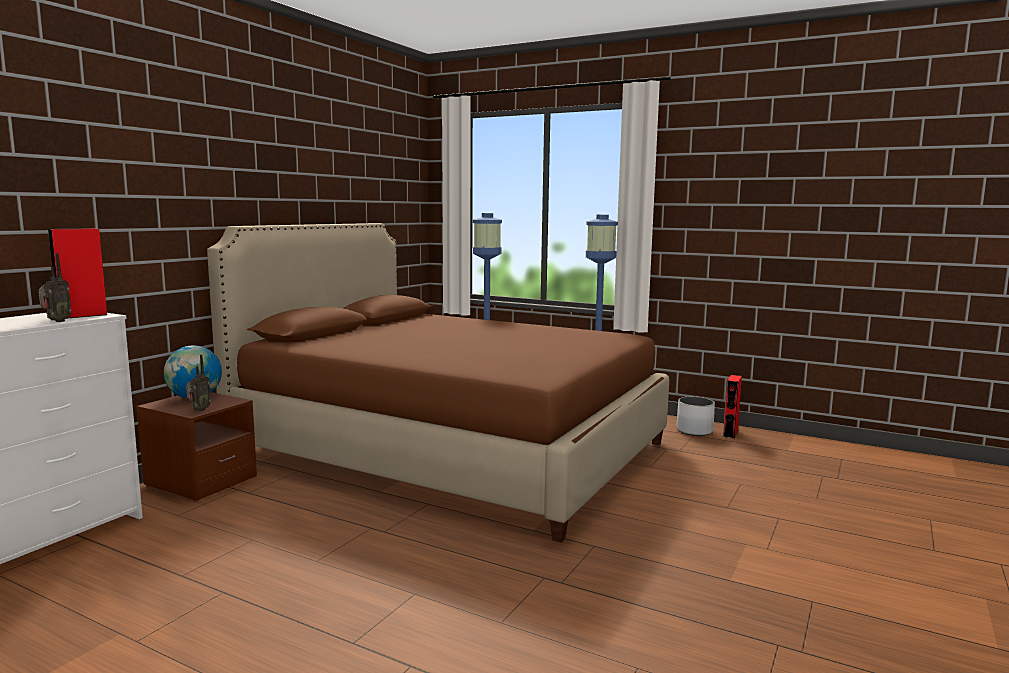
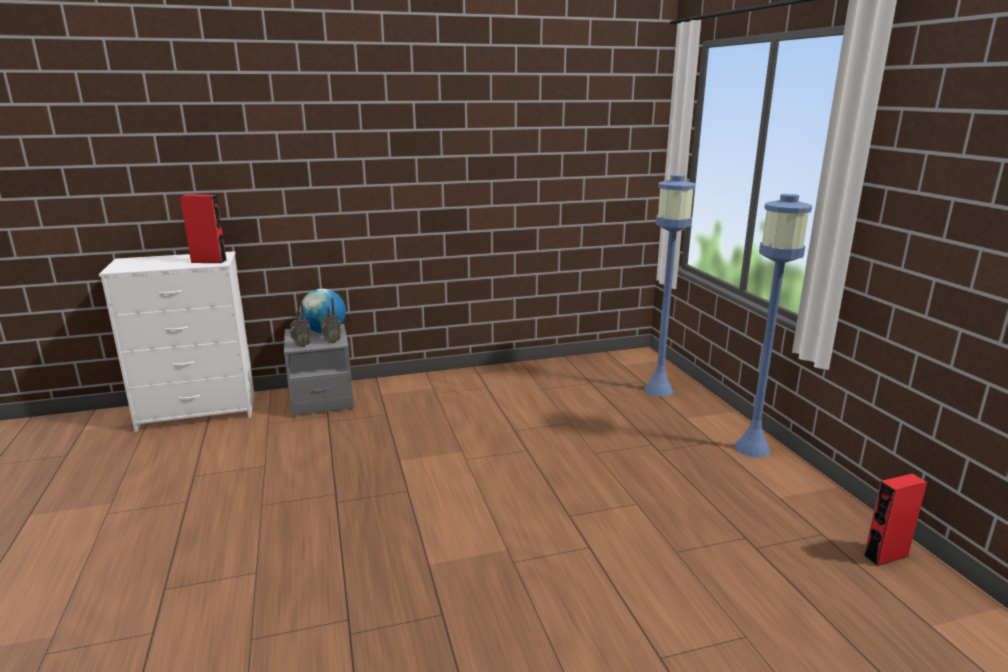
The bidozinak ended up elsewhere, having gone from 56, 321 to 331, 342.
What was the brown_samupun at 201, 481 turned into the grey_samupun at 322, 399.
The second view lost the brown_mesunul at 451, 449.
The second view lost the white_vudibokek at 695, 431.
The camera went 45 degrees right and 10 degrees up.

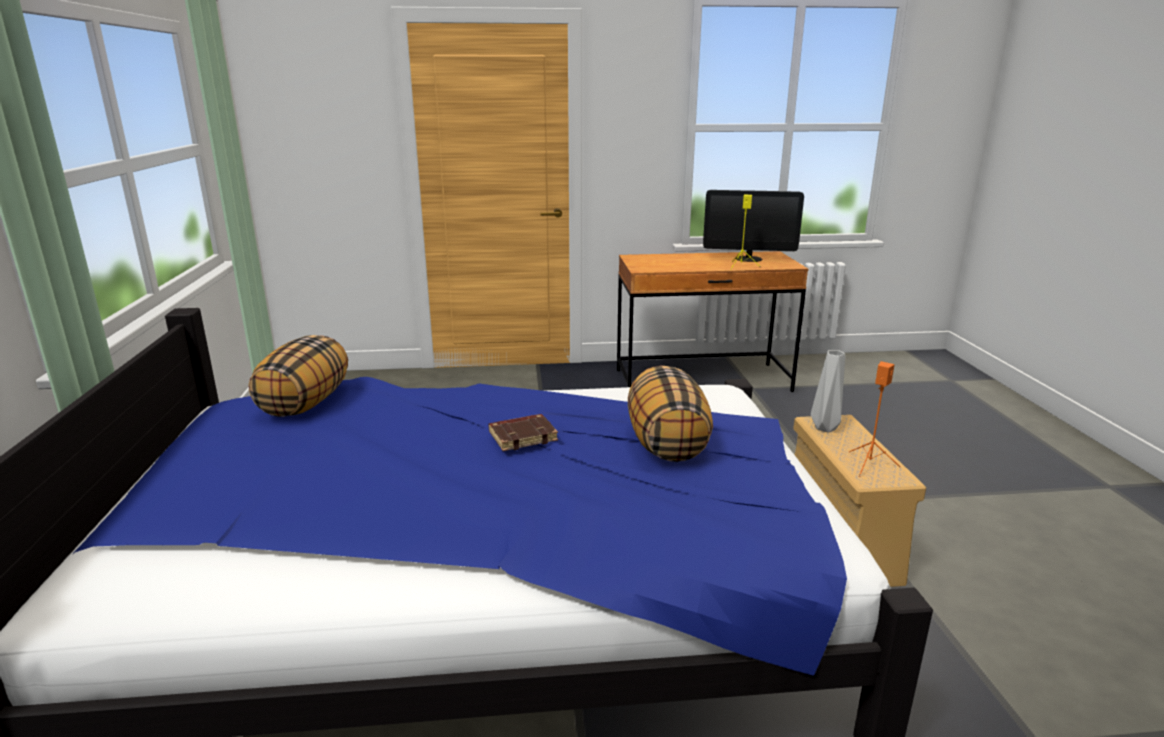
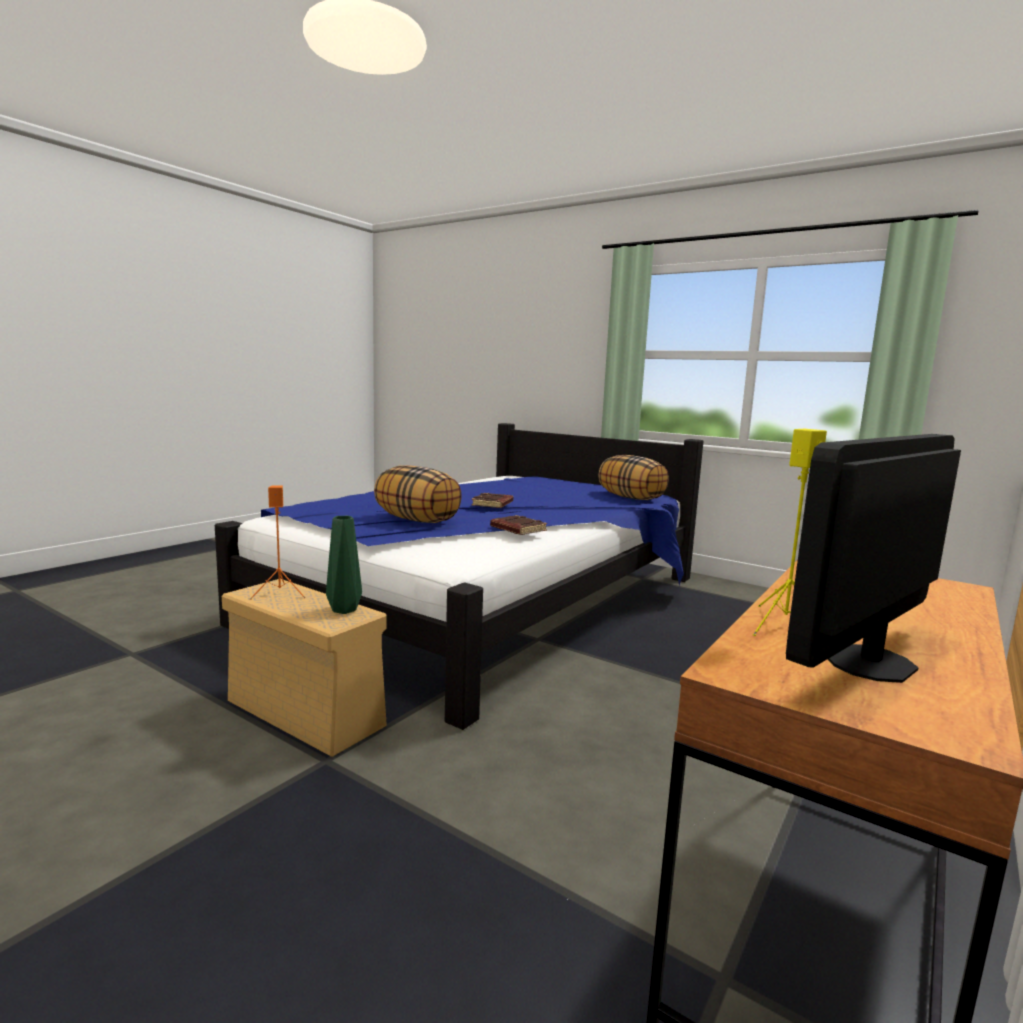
What was the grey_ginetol at 824, 427 turned into the green_ginetol at 345, 610.
The second view gained the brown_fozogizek at 517, 529.
The camera went 130 degrees right and 10 degrees down.

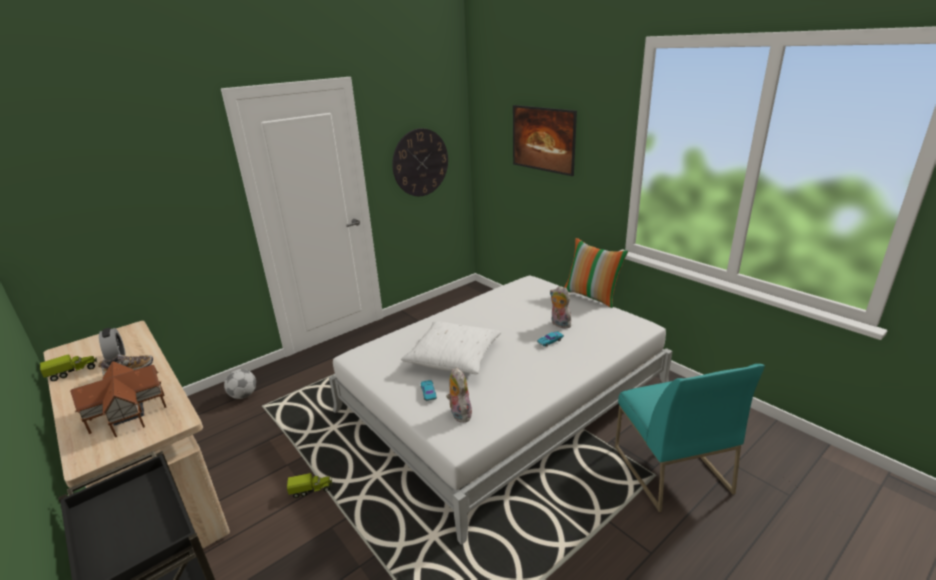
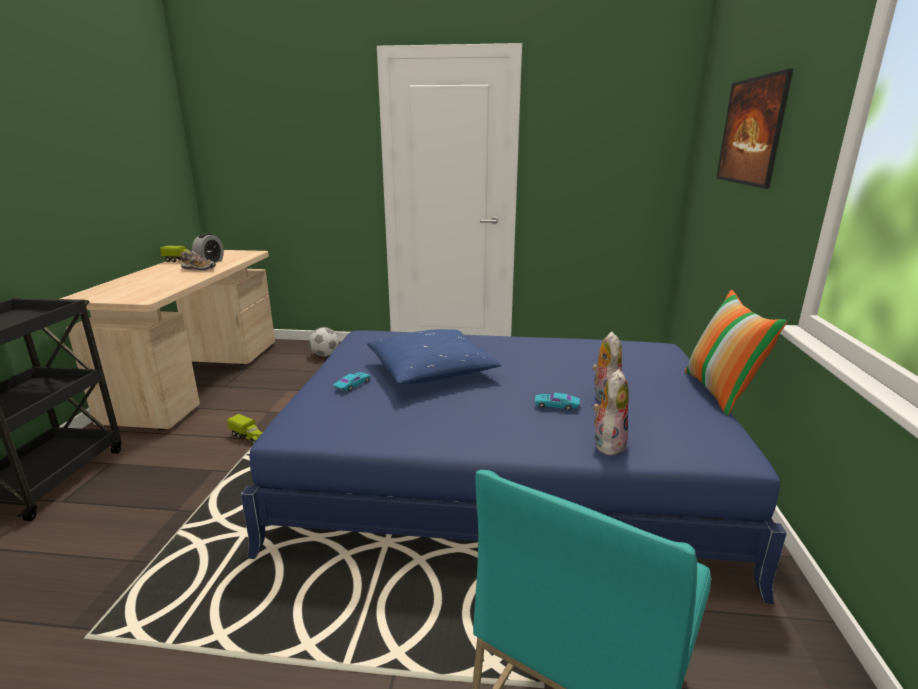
The second view lost the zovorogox at 129, 413.
What was the white_mesunul at 503, 398 turned into the blue_mesunul at 503, 469.
The second view lost the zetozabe at 420, 162.
What was the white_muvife at 454, 357 turned into the blue_muvife at 431, 371.
The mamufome ended up elsewhere, having gone from 459, 413 to 608, 443.
The camera went 45 degrees right and 5 degrees down.

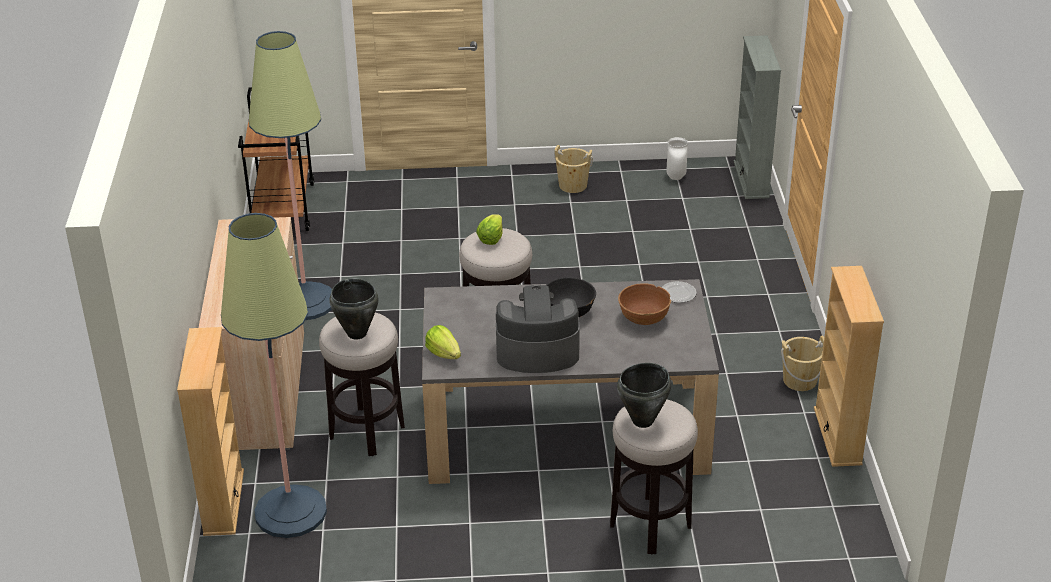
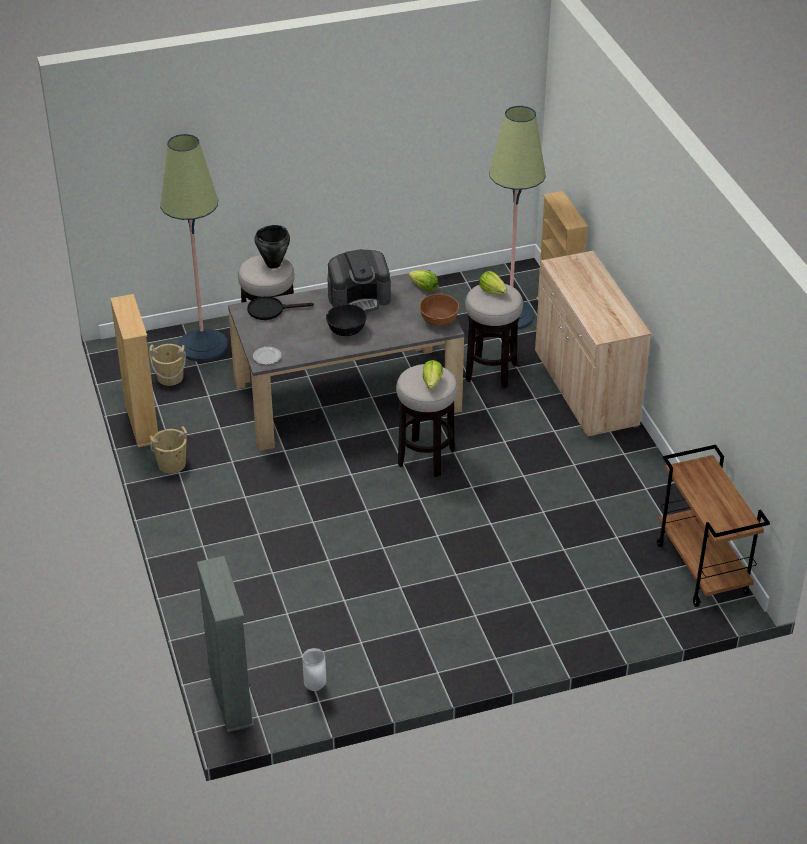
The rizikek ended up elsewhere, having gone from 305, 302 to 203, 346.
Where the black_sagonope stood at 356, 334, the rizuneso came to stand at 492, 291.
The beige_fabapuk ended up elsewhere, having gone from 573, 185 to 170, 377.
The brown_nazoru ended up elsewhere, having gone from 643, 318 to 439, 320.
The second view gained the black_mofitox at 271, 310.
The camera went 165 degrees right and 5 degrees up.

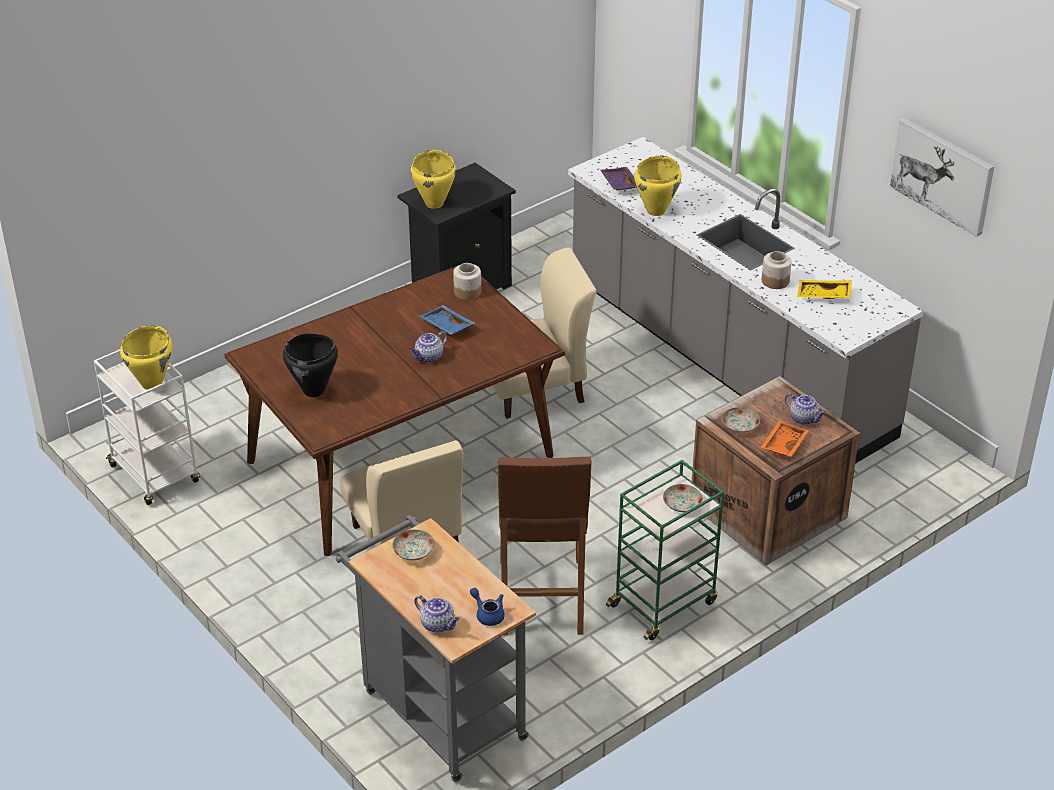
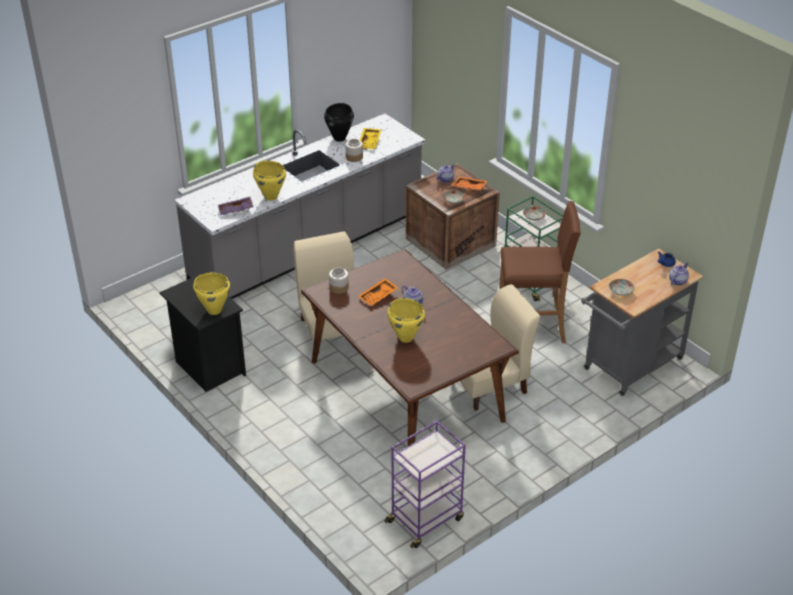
What was the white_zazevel at 155, 475 turned into the purple_zazevel at 426, 519.
The yellow_sagonope ended up elsewhere, having gone from 152, 383 to 405, 337.
The black_sagonope ended up elsewhere, having gone from 314, 391 to 340, 138.
What was the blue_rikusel at 446, 326 turned into the orange_rikusel at 378, 296.
The second view lost the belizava at 943, 175.
The camera went 90 degrees left and 0 degrees up.

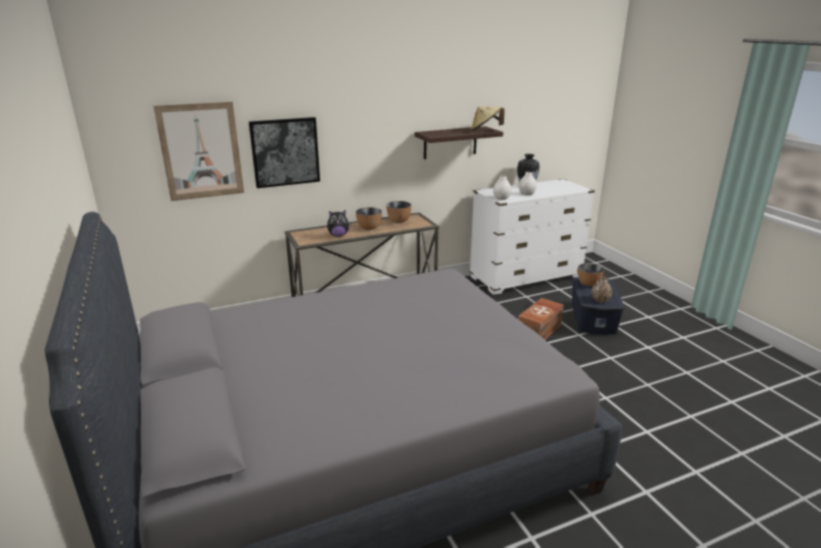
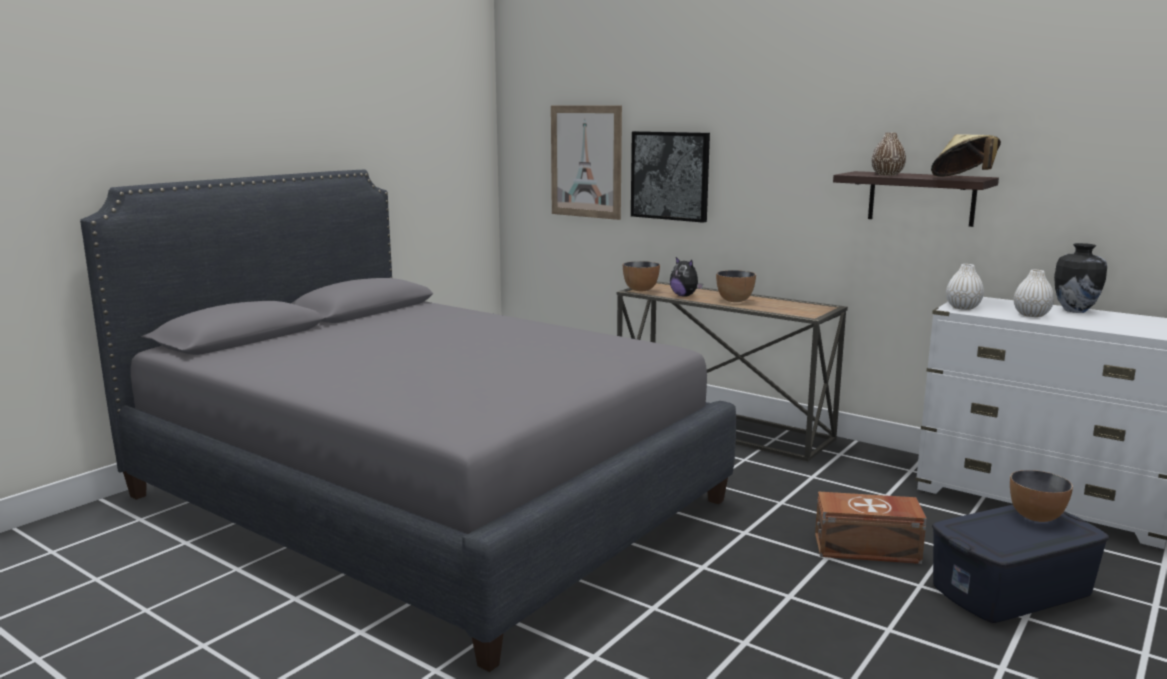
The nazoru ended up elsewhere, having gone from 399, 221 to 641, 290.
The brown_ginetol ended up elsewhere, having gone from 600, 300 to 887, 174.
The camera went 60 degrees right and 10 degrees down.

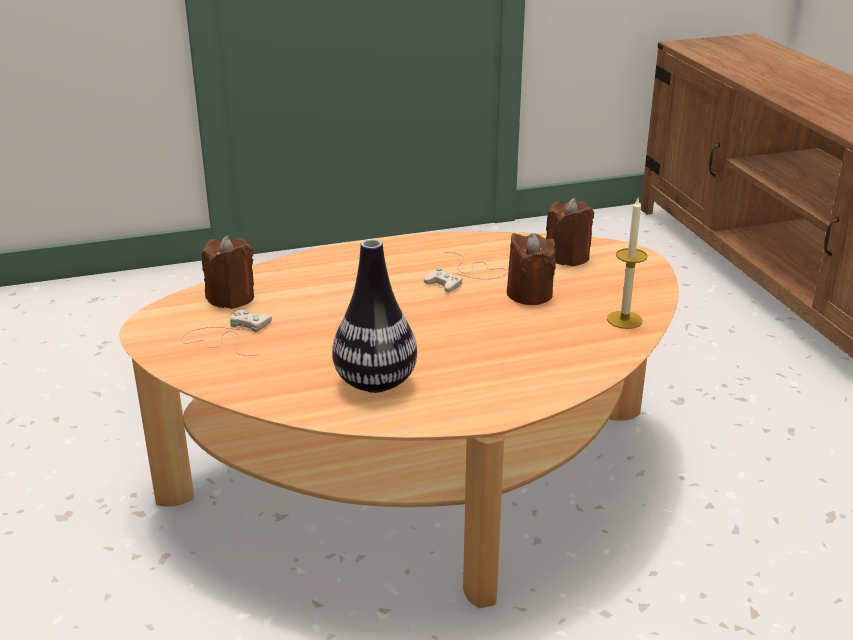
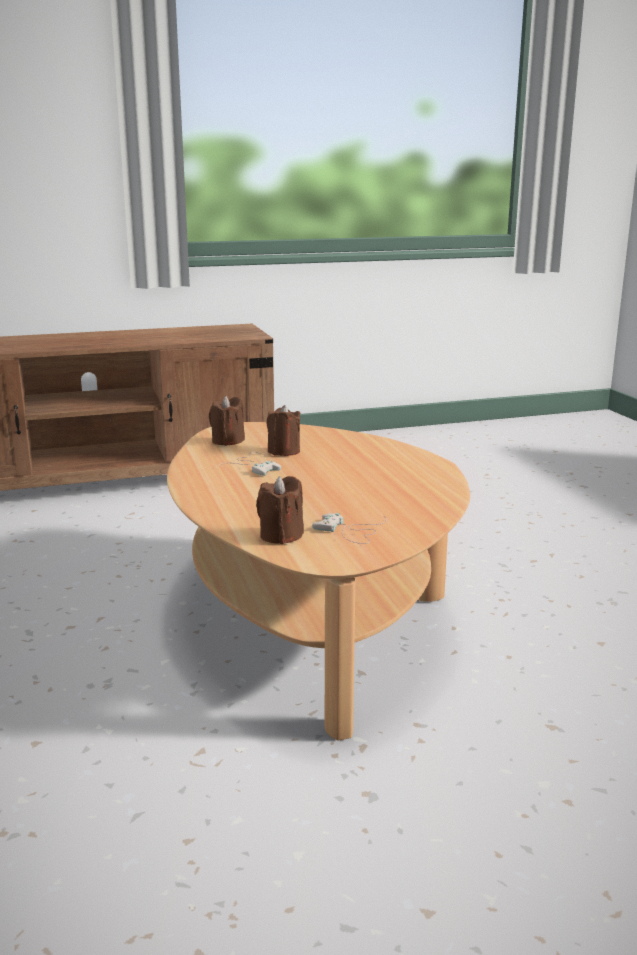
The second view lost the ginetol at 375, 383.
The second view lost the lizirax at 624, 320.
The camera went 90 degrees left and 10 degrees down.

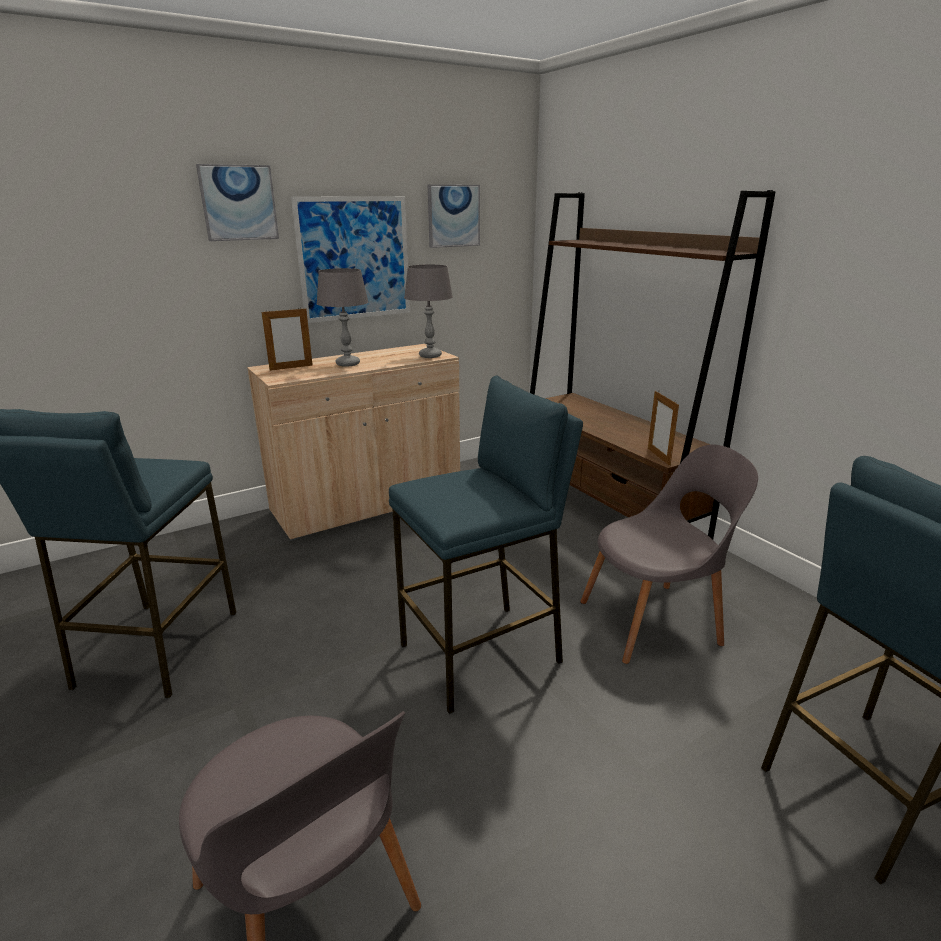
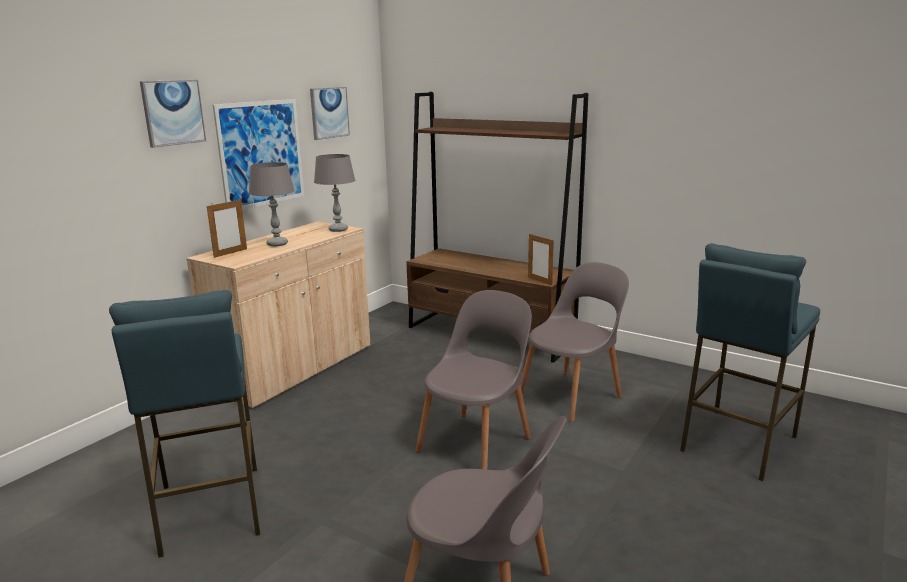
Where the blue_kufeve stood at 482, 654, the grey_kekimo came to stand at 477, 442.
The camera went 25 degrees left and 5 degrees down.

